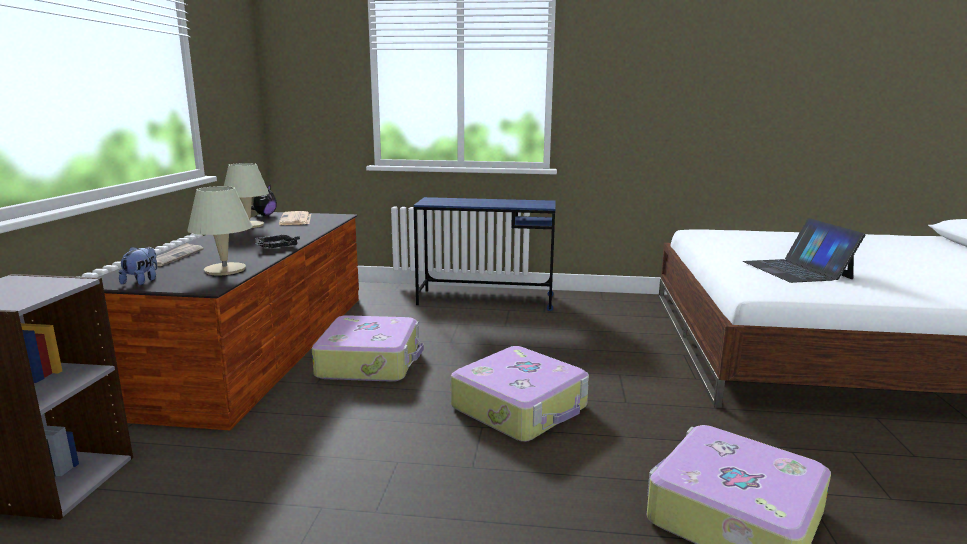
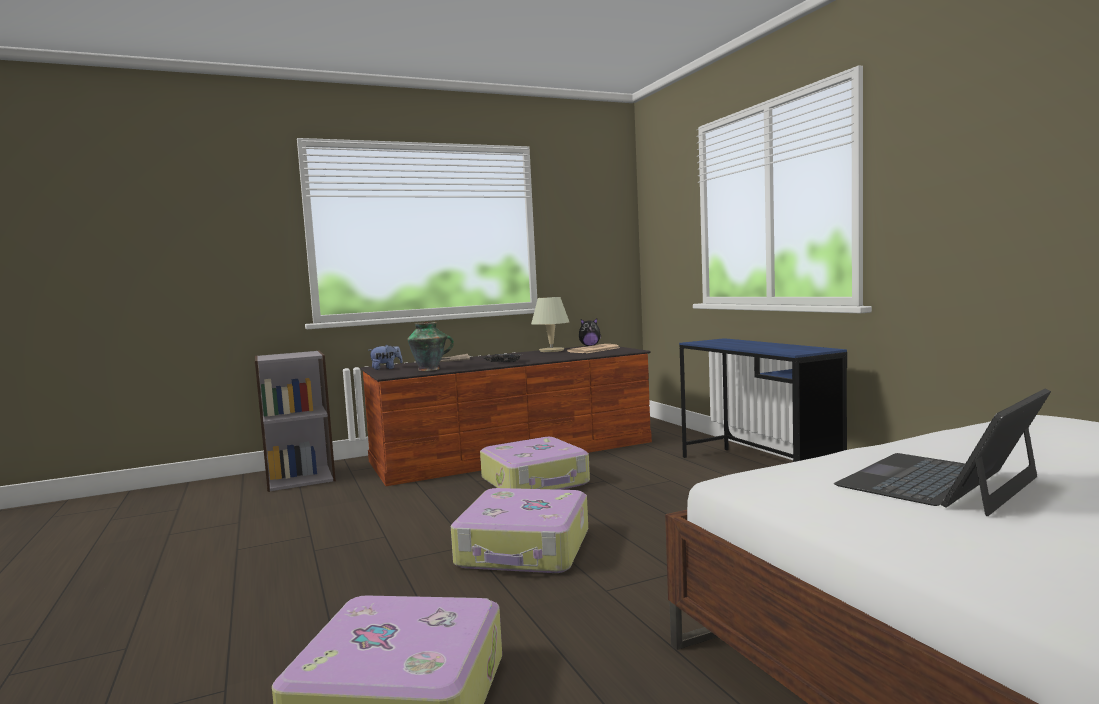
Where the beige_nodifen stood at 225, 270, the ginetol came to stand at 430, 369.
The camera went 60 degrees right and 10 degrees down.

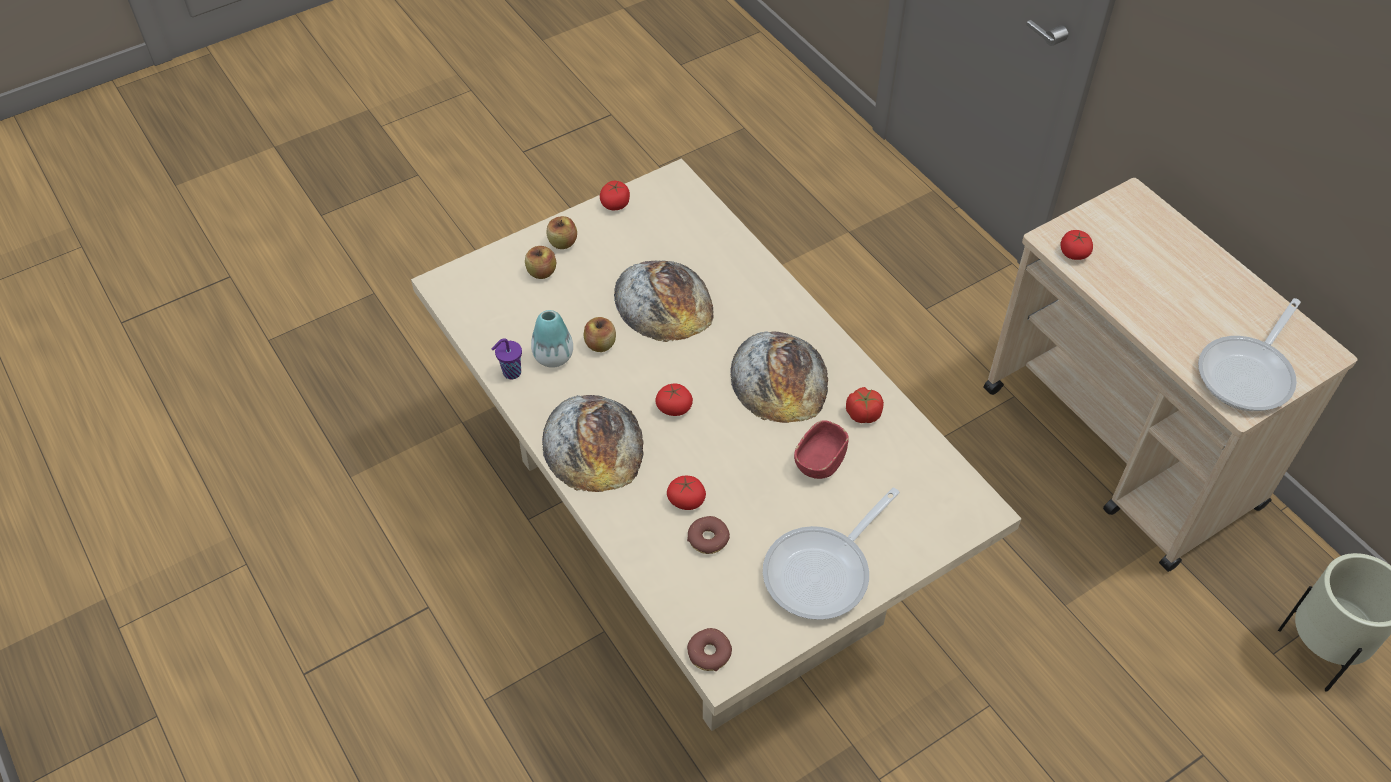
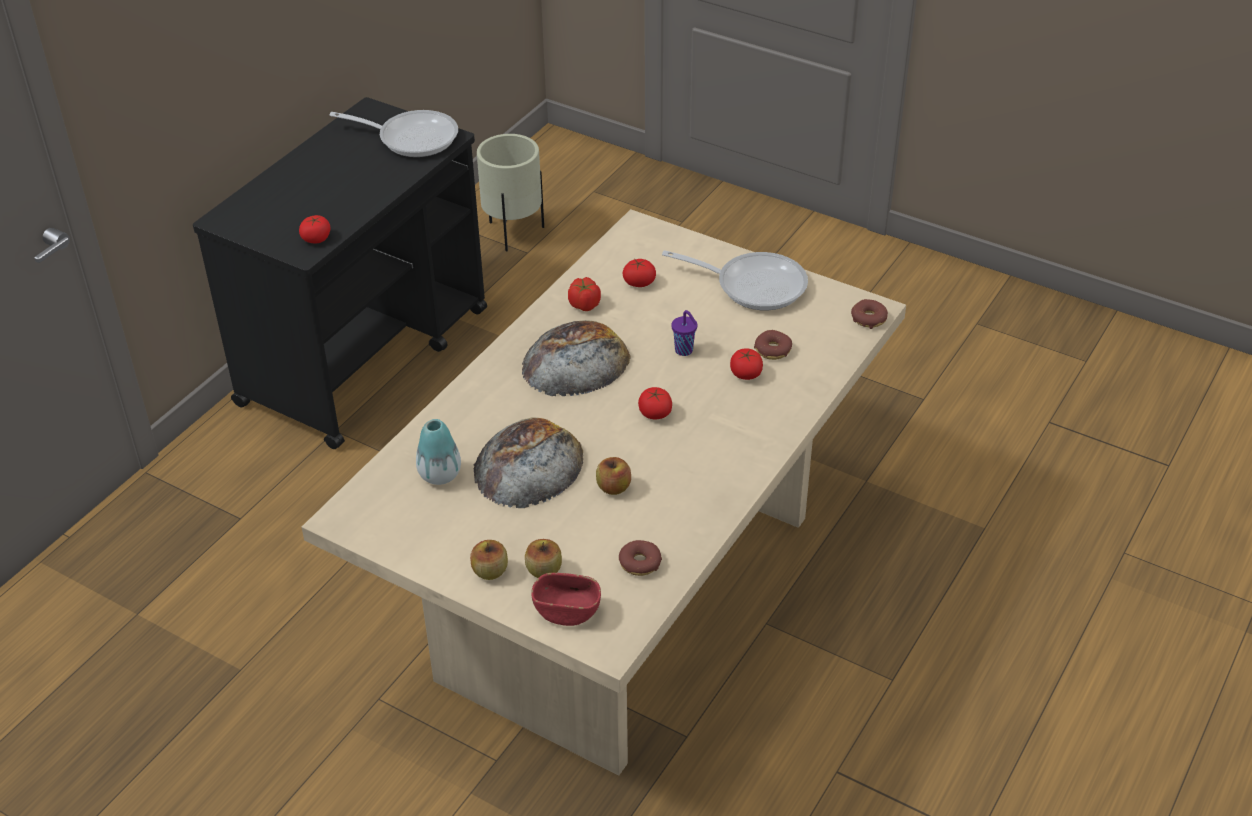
The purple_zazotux ended up elsewhere, having gone from 510, 373 to 684, 351.
The ginetol ended up elsewhere, having gone from 553, 357 to 440, 475.
The second view lost the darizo at 593, 443.
The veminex ended up elsewhere, having gone from 615, 203 to 639, 282.
The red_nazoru ended up elsewhere, having gone from 819, 461 to 567, 611.
What was the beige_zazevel at 1121, 448 turned into the black_zazevel at 366, 355.
The second view gained the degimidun at 639, 563.
The camera went 115 degrees left and 10 degrees down.

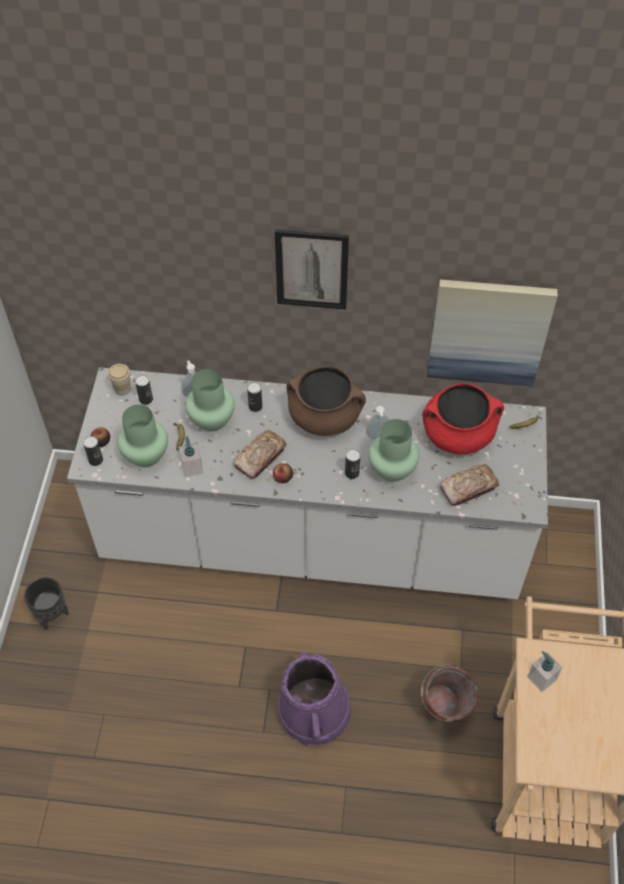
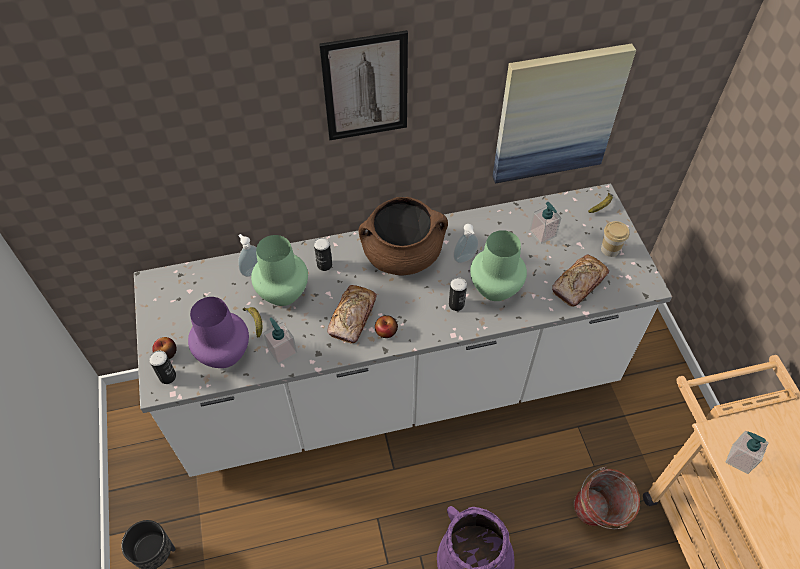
The zazotux ended up elsewhere, having gone from 122, 389 to 610, 249.
What was the green_ginetol at 146, 455 turned into the purple_ginetol at 224, 352.
The second view lost the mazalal at 146, 399.
Where the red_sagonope stood at 458, 434, the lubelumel came to stand at 542, 234.
The camera went 20 degrees left and 0 degrees up.

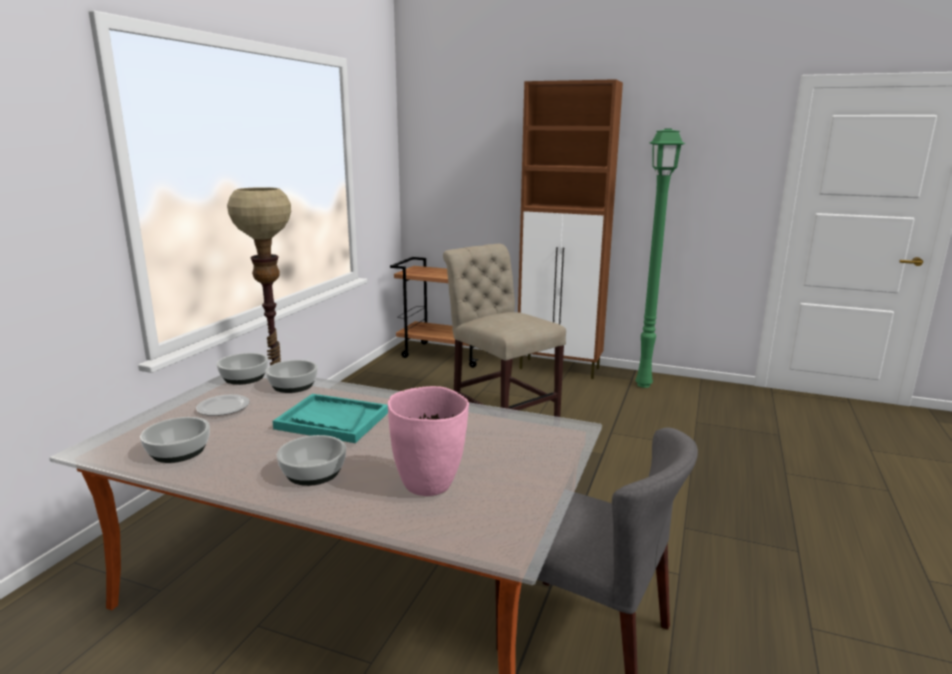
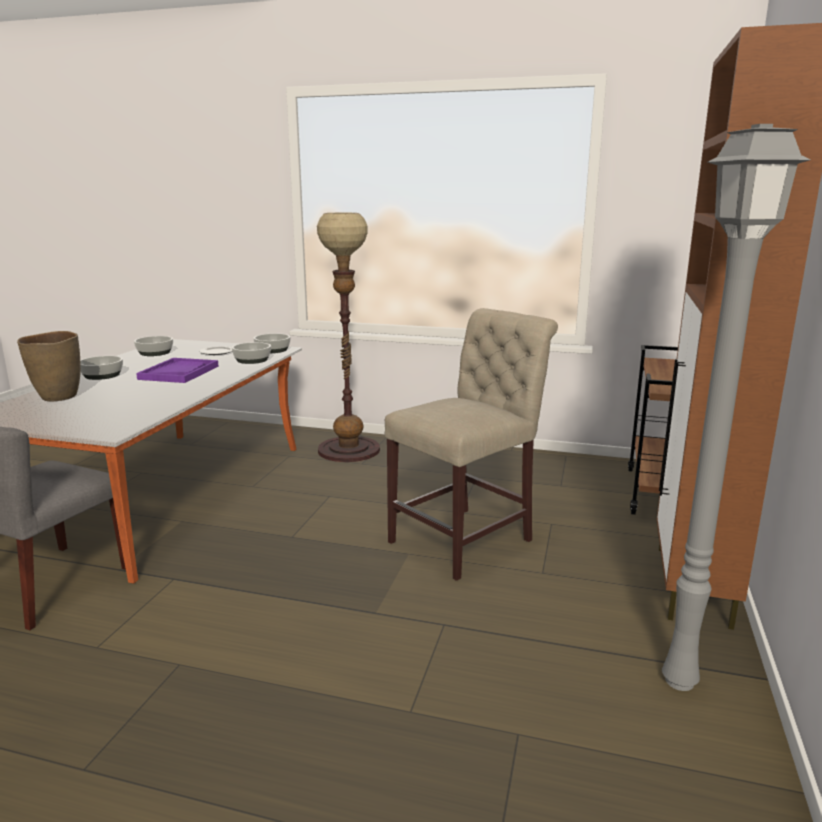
What was the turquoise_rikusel at 332, 420 turned into the purple_rikusel at 179, 372.
What was the pink_ginetol at 429, 484 turned into the brown_ginetol at 58, 397.
What was the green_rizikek at 644, 384 turned into the grey_rizikek at 682, 682.
The camera went 85 degrees right and 0 degrees up.

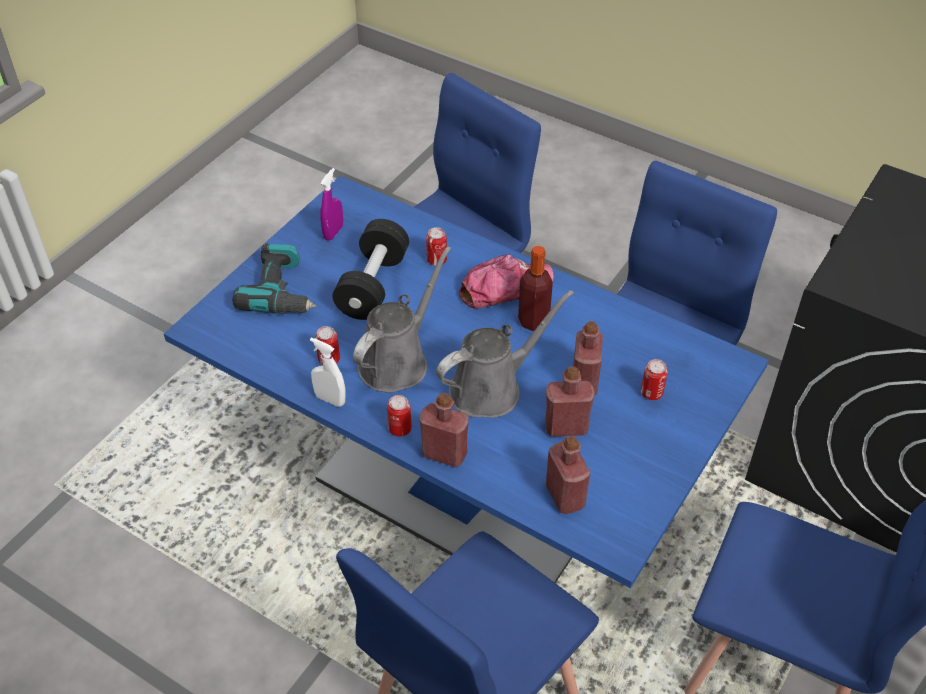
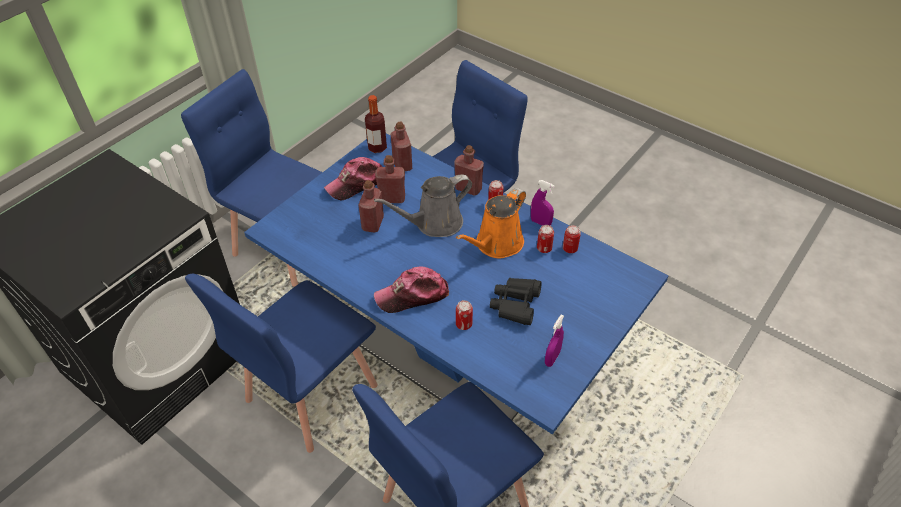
The second view lost the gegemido at 281, 291.
What was the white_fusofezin at 330, 399 turned into the purple_fusofezin at 540, 222.
Where the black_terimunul stood at 373, 285, the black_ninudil came to stand at 515, 304.
What was the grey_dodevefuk at 397, 361 turned into the orange_dodevefuk at 496, 244.
The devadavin ended up elsewhere, having gone from 533, 321 to 377, 147.
The mazalal ended up elsewhere, having gone from 651, 393 to 570, 248.
The second view gained the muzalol at 357, 183.
The camera went 175 degrees left and 0 degrees up.

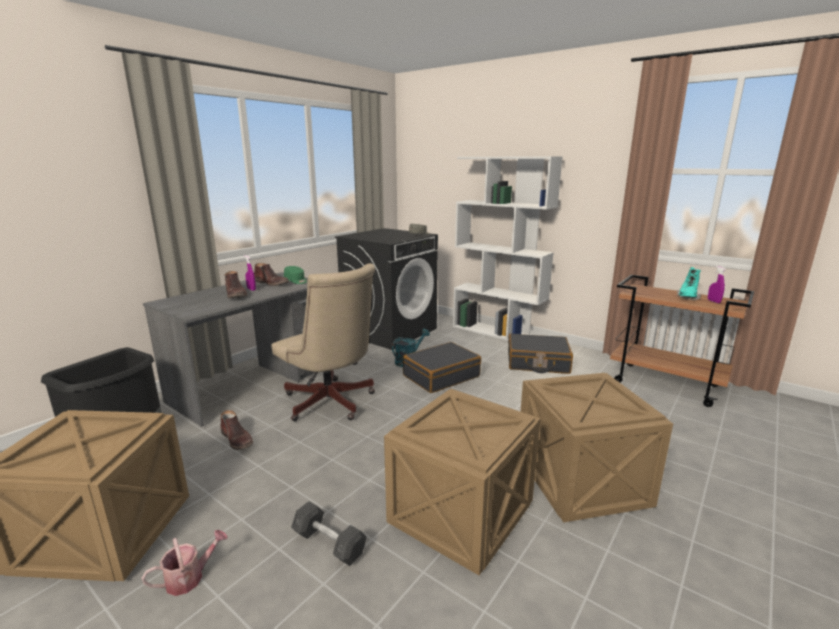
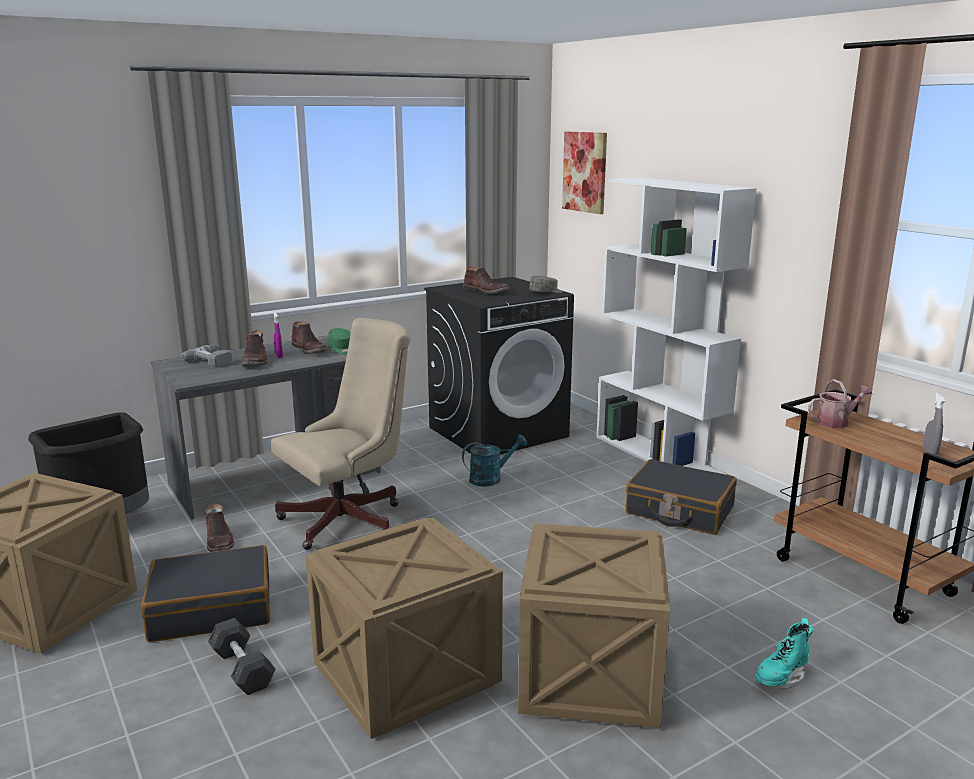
The dodevefuk ended up elsewhere, having gone from 190, 577 to 836, 422.
The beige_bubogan at 331, 404 ended up facing another way, 105 degrees counterclockwise from before.
The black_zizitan ended up elsewhere, having gone from 441, 376 to 212, 609.
The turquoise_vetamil ended up elsewhere, having gone from 687, 298 to 781, 677.
What was the purple_fusofezin at 713, 301 turned into the grey_fusofezin at 930, 451.
The second view gained the gegemido at 214, 360.
The second view gained the brown_vetamil at 486, 291.
The second view gained the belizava at 585, 172.
The camera went 20 degrees right and 0 degrees up.

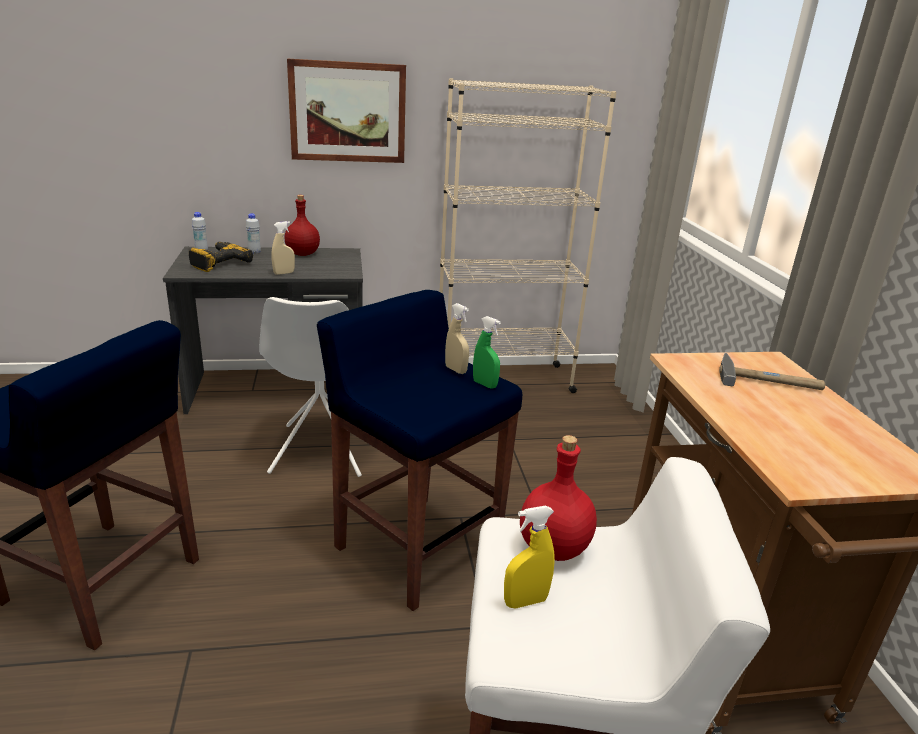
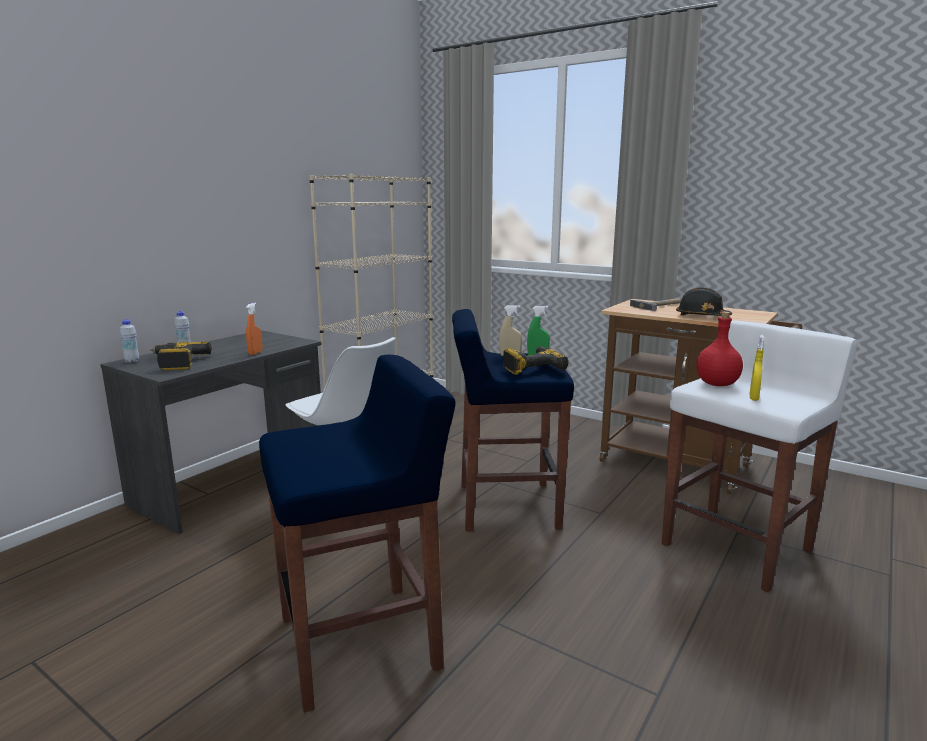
What was the beige_fusofezin at 284, 273 turned into the orange_fusofezin at 255, 353.
The second view lost the red_devadavin at 303, 254.
The second view lost the belizava at 348, 112.
The second view gained the gegemido at 532, 367.
The second view gained the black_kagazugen at 701, 317.
The camera went 45 degrees left and 10 degrees down.

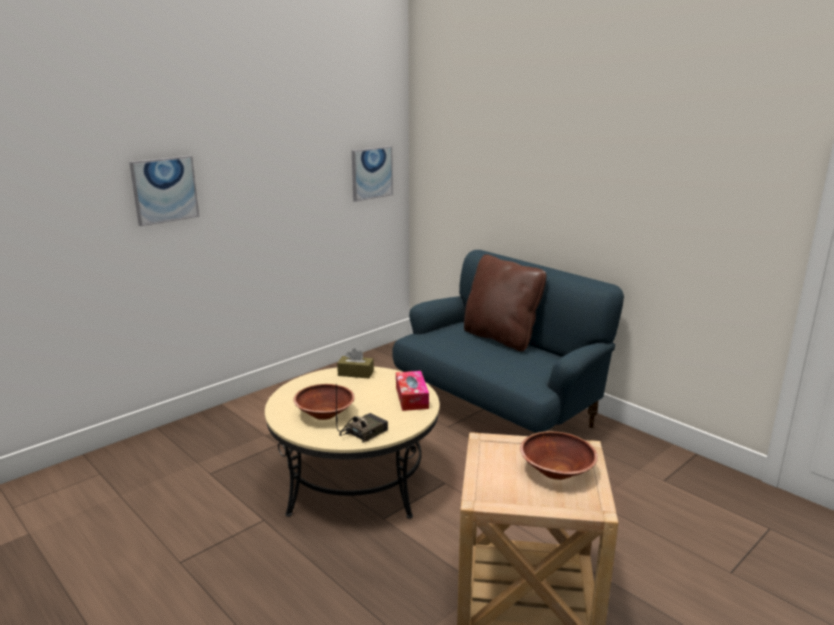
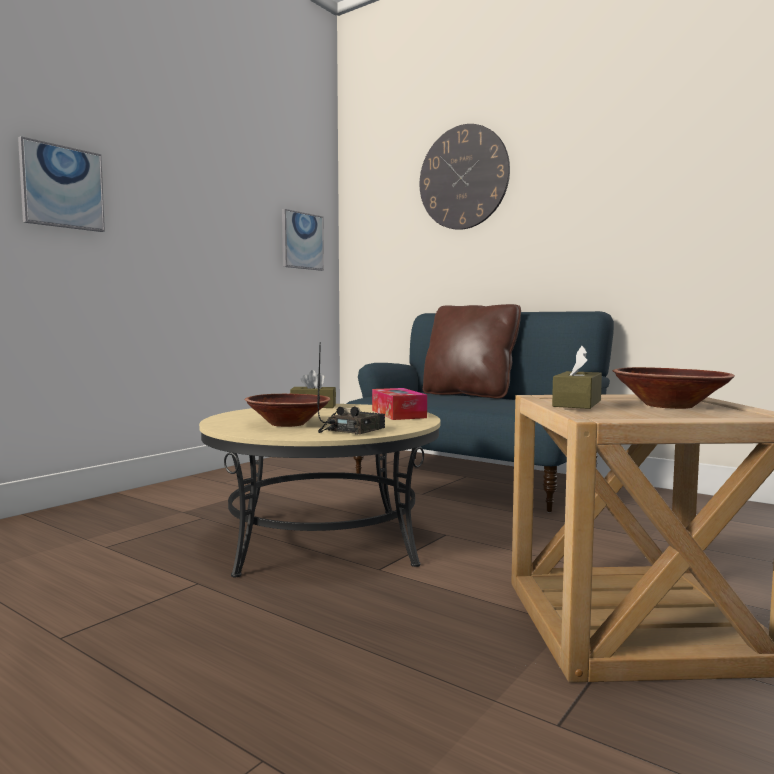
The second view gained the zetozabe at 463, 177.
The second view gained the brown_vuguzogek at 577, 403.
The camera went 10 degrees left and 15 degrees down.

